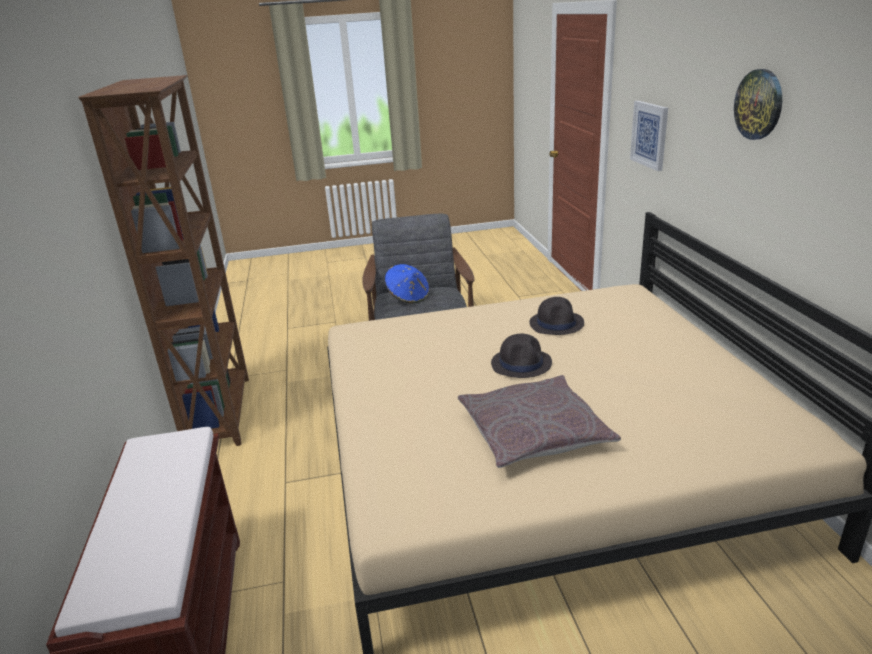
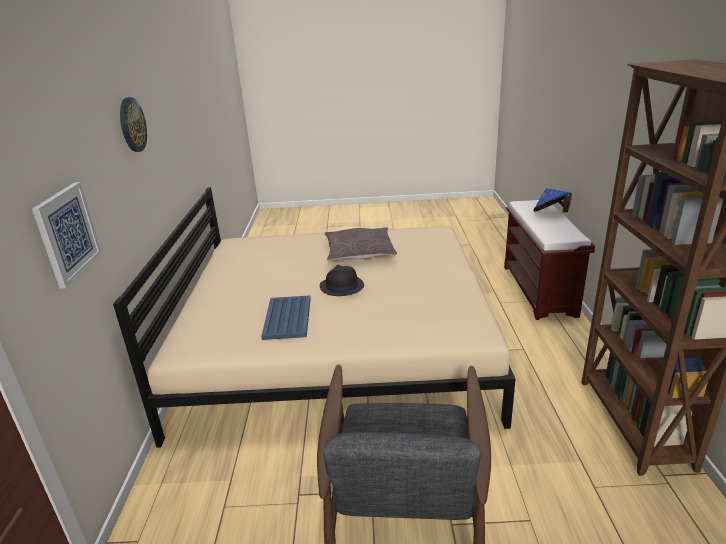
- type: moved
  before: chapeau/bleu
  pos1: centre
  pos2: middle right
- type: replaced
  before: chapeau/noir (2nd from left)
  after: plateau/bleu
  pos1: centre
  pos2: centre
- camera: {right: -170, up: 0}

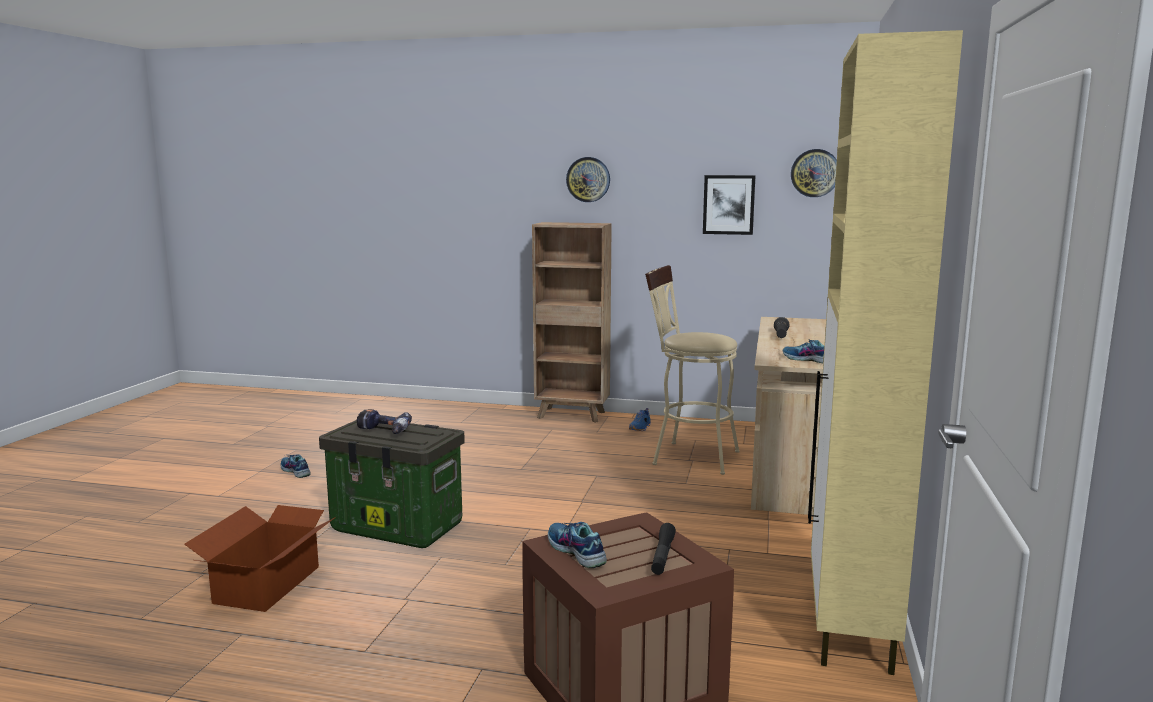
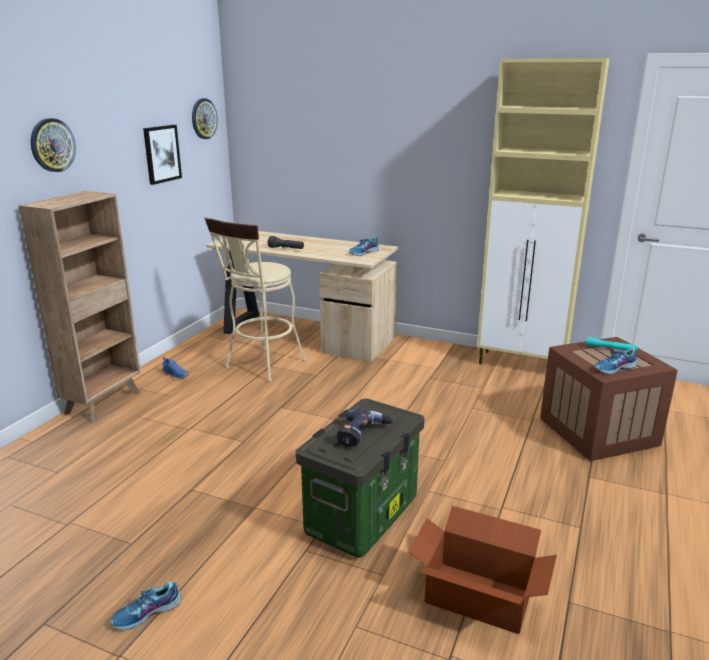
- type: recoloured
  before: lampe de poche/noir (1st from left)
  after: lampe de poche/turquoise
  pos1: bottom centre
  pos2: middle right
- camera: {right: -80, up: 10}

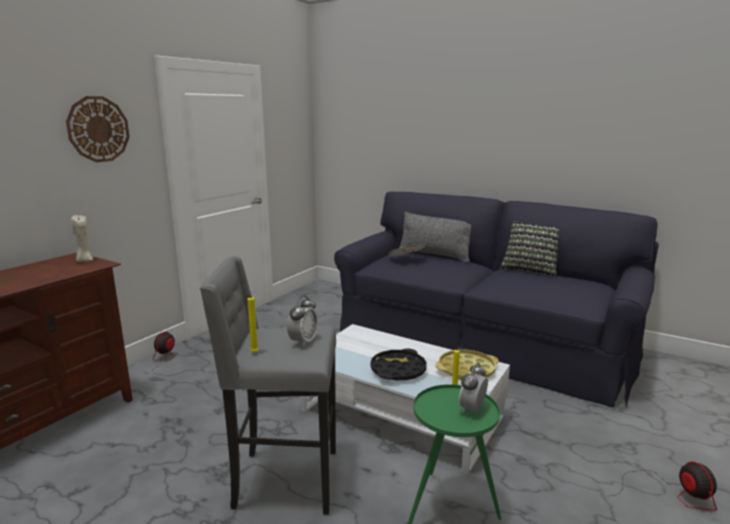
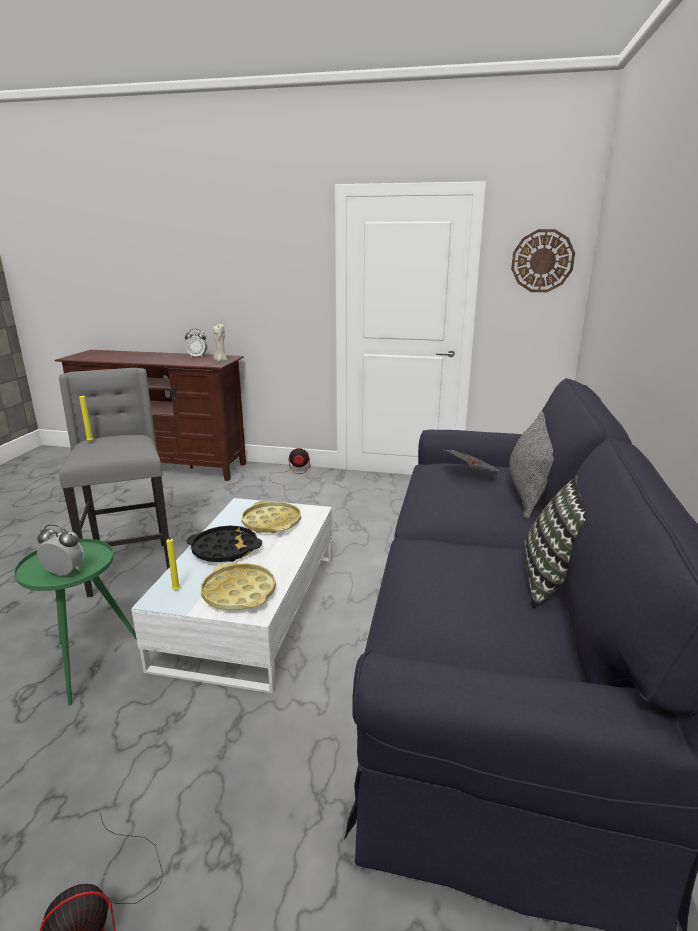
- type: added
  after: plateau/jaune (2nd from left)
  pos2: centre
- type: moved
  before: horloge murale
  pos1: top left
  pos2: top right
- type: moved
  before: réveil (1st from left in the first image)
  after: réveil (2nd from left)
  pos1: centre
  pos2: middle left
- camera: {right: 70, up: 5}

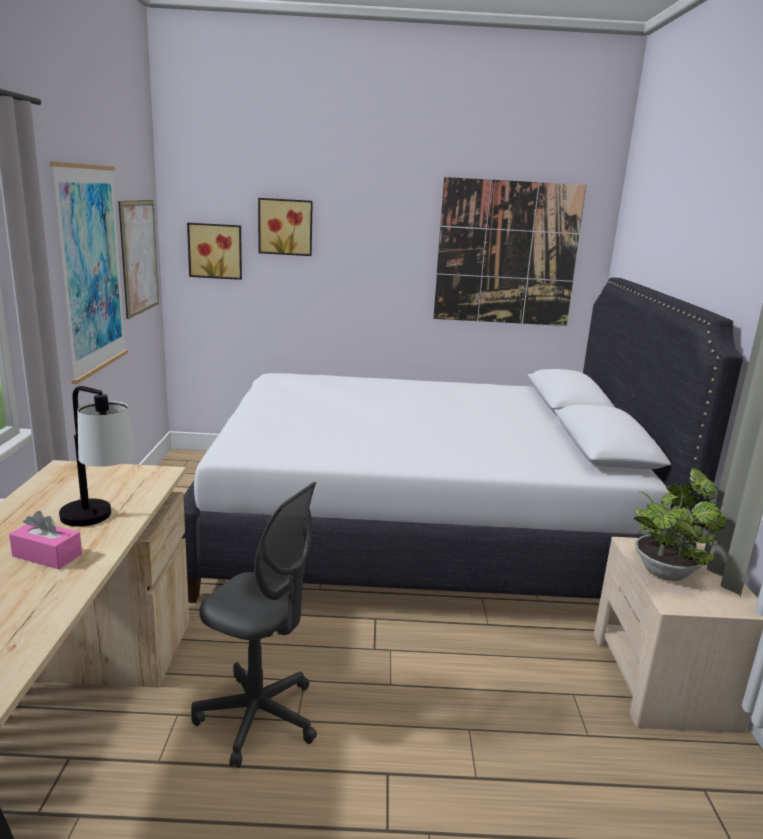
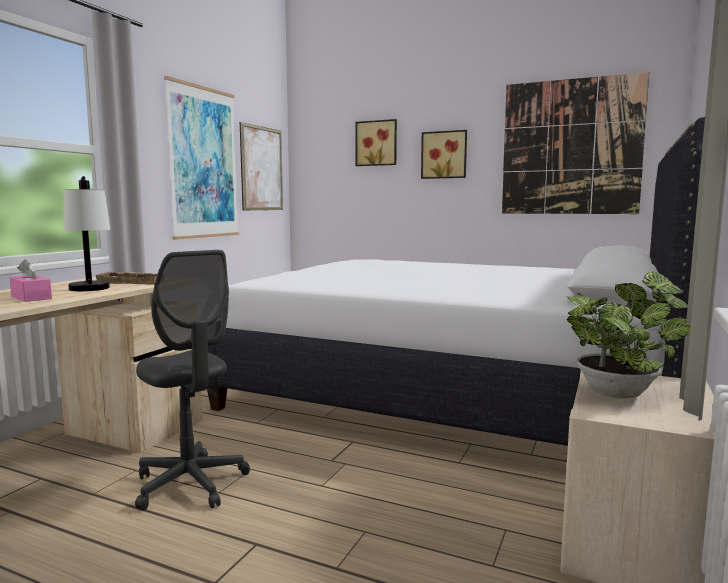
- type: added
  after: plateau/beige
  pos2: middle left
- type: moved
  before: tableau (3rd from left in the first image)
  after: tableau (4th from left)
  pos1: top left
  pos2: top centre
- camera: {right: 25, up: -10}

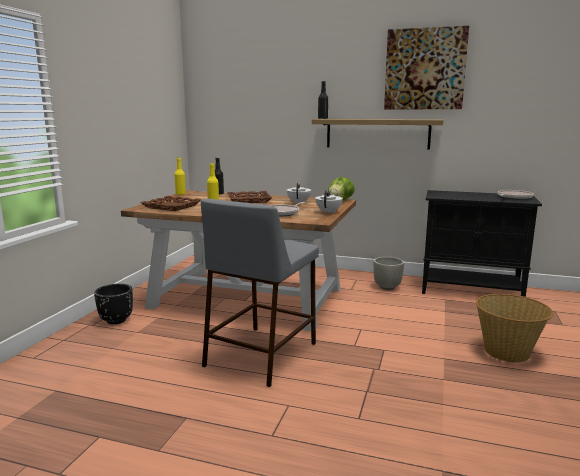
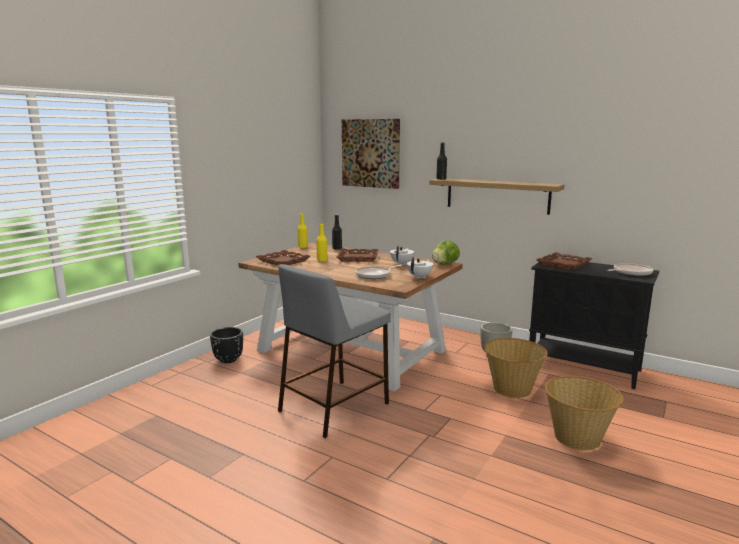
- type: added
  after: panier (1st from left)
  pos2: bottom right
- type: added
  after: plateau/marron (3rd from left)
  pos2: middle right
- type: moved
  before: tableau
  pos1: top right
  pos2: top centre
- camera: {right: 15, up: 0}

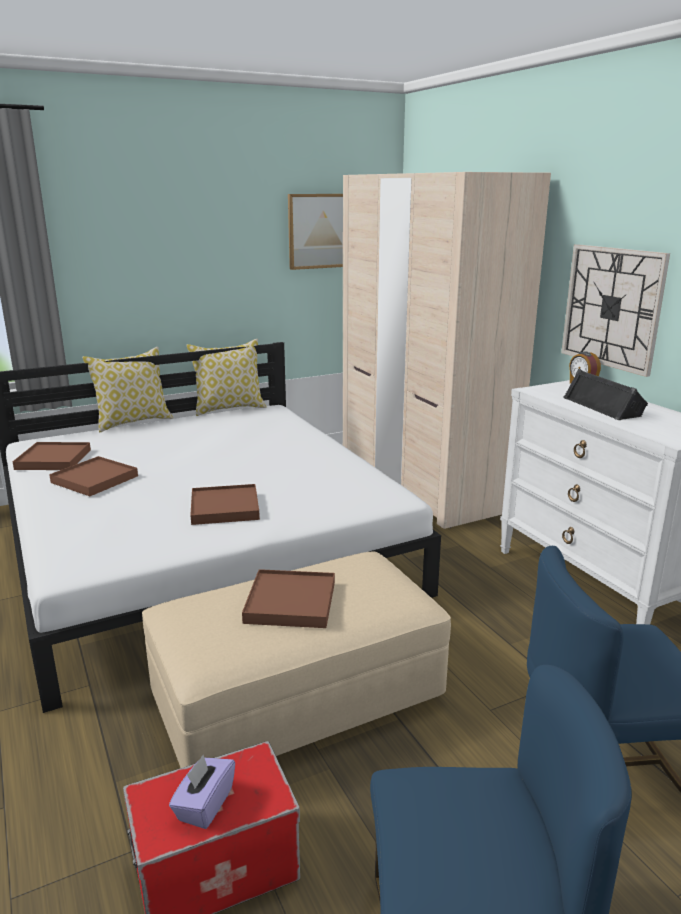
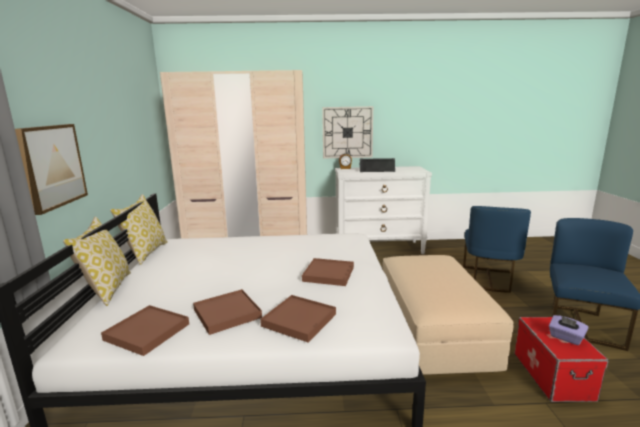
- type: moved
  before: plateau/marron (4th from left in the first image)
  after: plateau/marron (3rd from left)
  pos1: centre
  pos2: bottom centre
- type: moved
  before: tableau
  pos1: top centre
  pos2: middle left
- camera: {right: -65, up: -5}

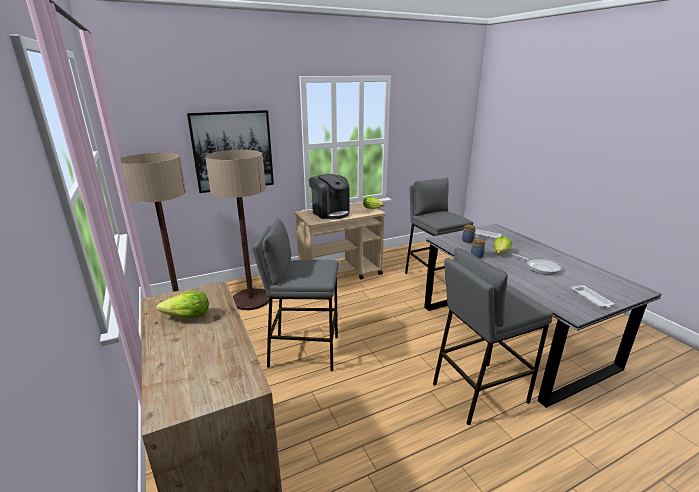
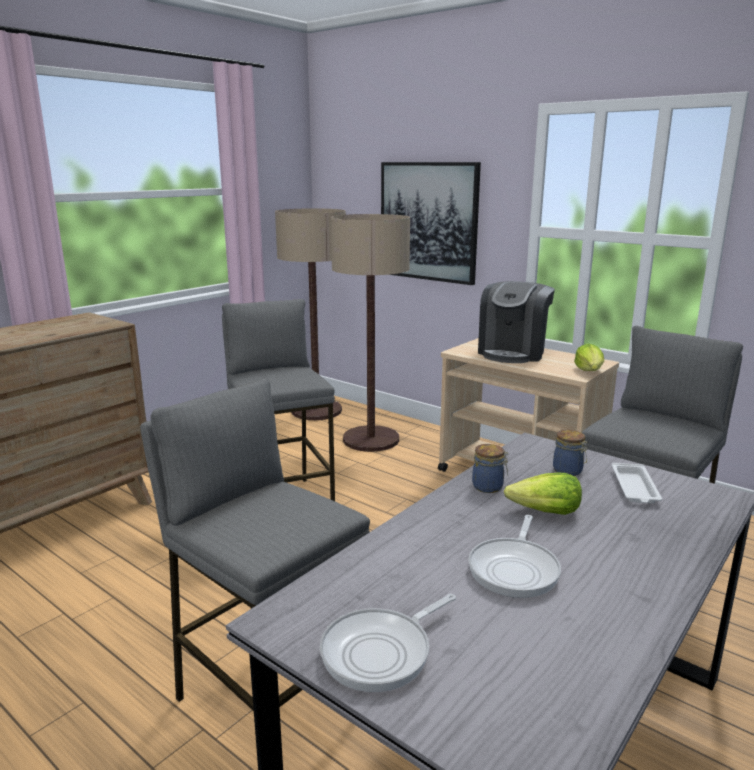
- type: removed
  before: laitue (1st from left)
  pos1: middle left
- type: replaced
  before: plateau/blanc (2nd from left)
  after: poêle (1st from left)
  pos1: middle right
  pos2: bottom centre
- camera: {right: 65, up: -5}

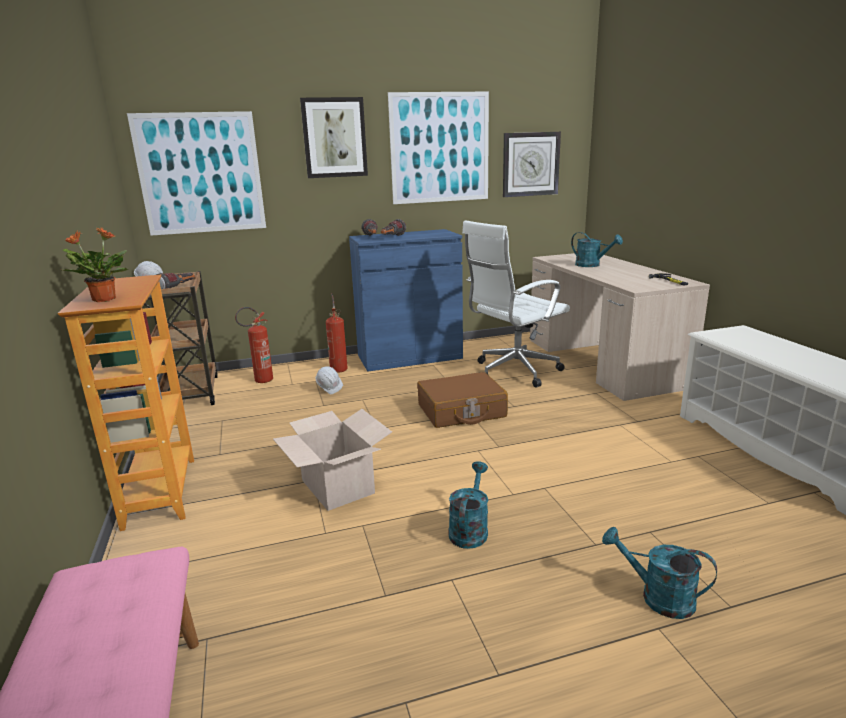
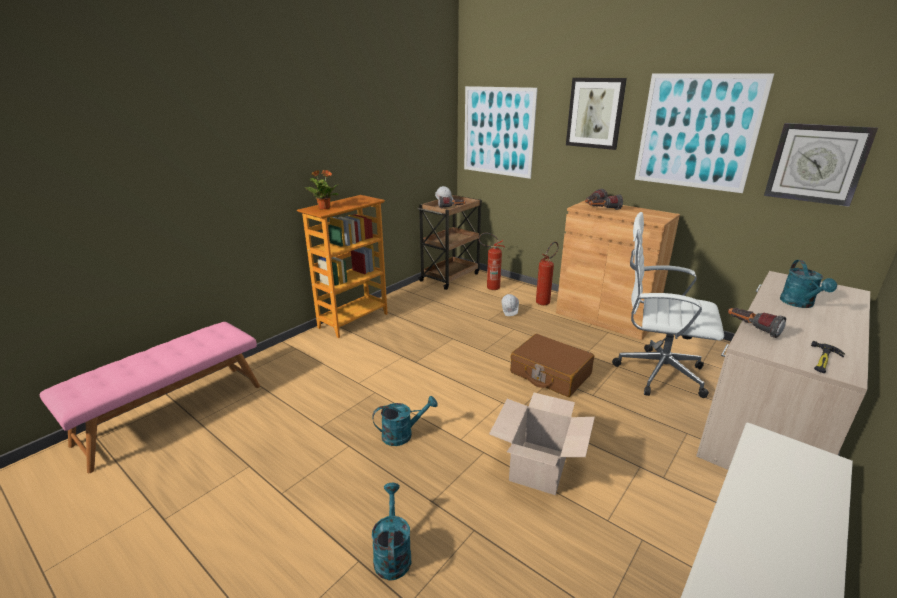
- type: added
  after: lampe de poche (4th from left)
  pos2: middle right
- type: moved
  before: carton
  pos1: centre
  pos2: bottom centre
- type: recoloured
  before: meuble de rangement/bleu
  after: meuble de rangement/marron
  pos1: centre
  pos2: middle right
- camera: {right: 55, up: 5}

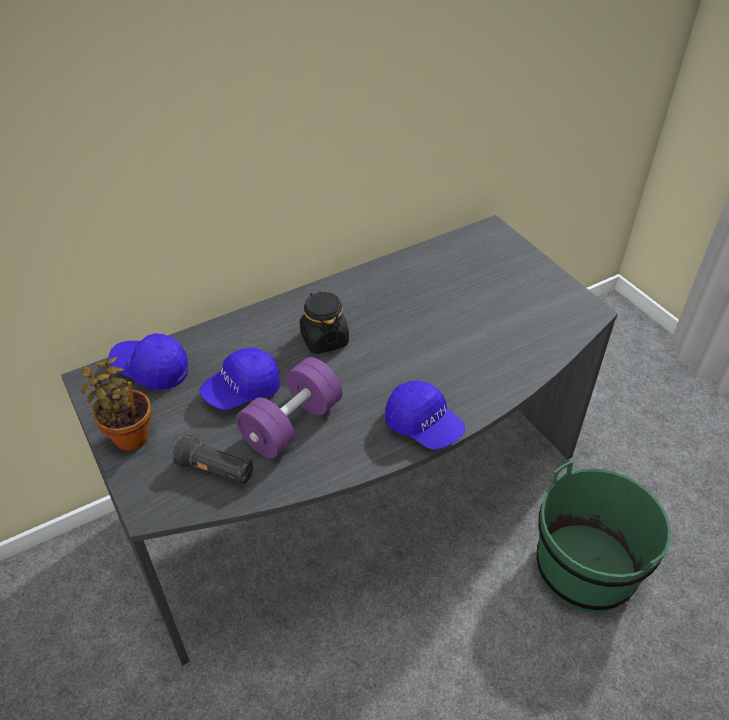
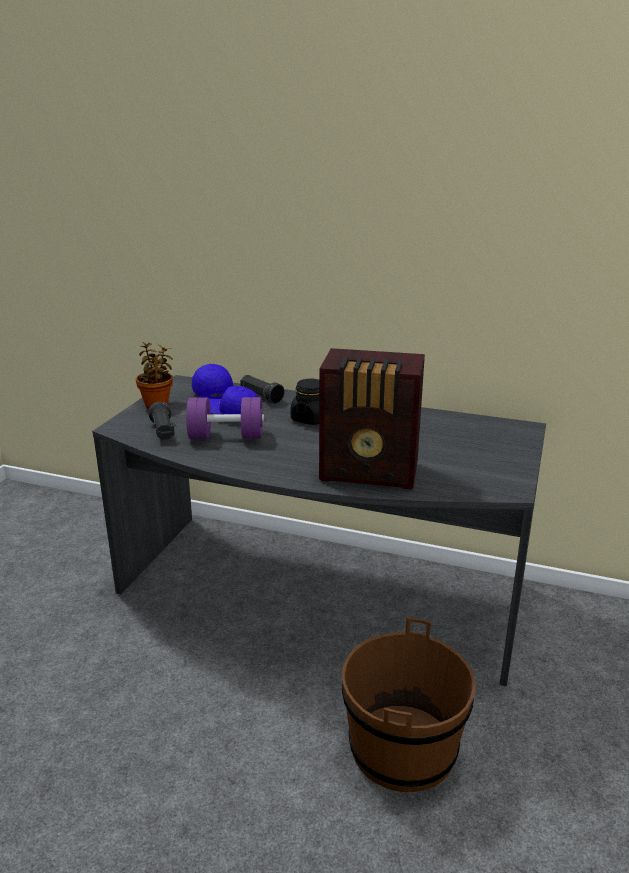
- type: removed
  before: casquette/bleu (3rd from left)
  pos1: centre
- type: added
  after: lampe de poche/noir (2nd from left)
  pos2: centre
- type: added
  after: radio
  pos2: centre
- type: recoloured
  before: seau/vert
  after: seau/marron
  pos1: bottom right
  pos2: bottom centre
- camera: {right: 50, up: -20}

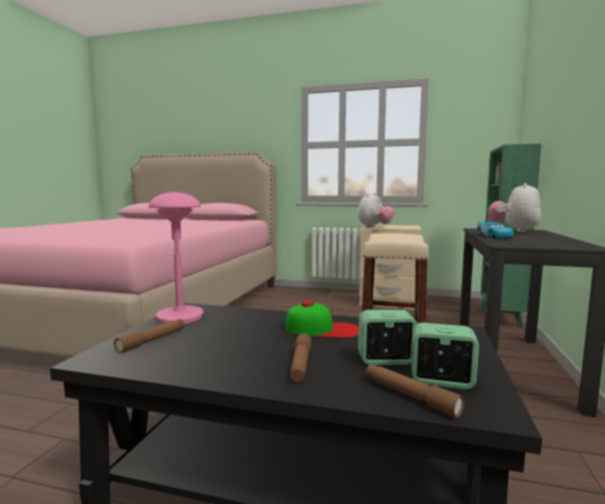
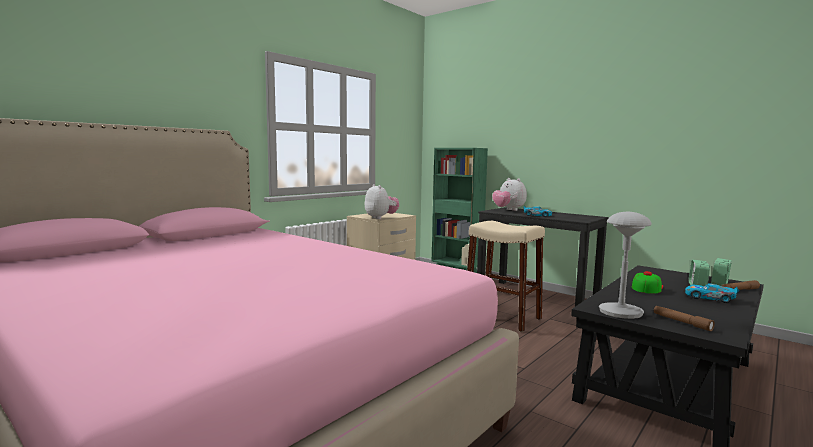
- type: replaced
  before: lampe de poche/marron (2nd from left)
  after: petite voiture (2nd from left)
  pos1: bottom centre
  pos2: middle right
- type: recoloured
  before: lampe de table/rose
  after: lampe de table/gris
  pos1: middle left
  pos2: middle right
- camera: {right: -65, up: 0}

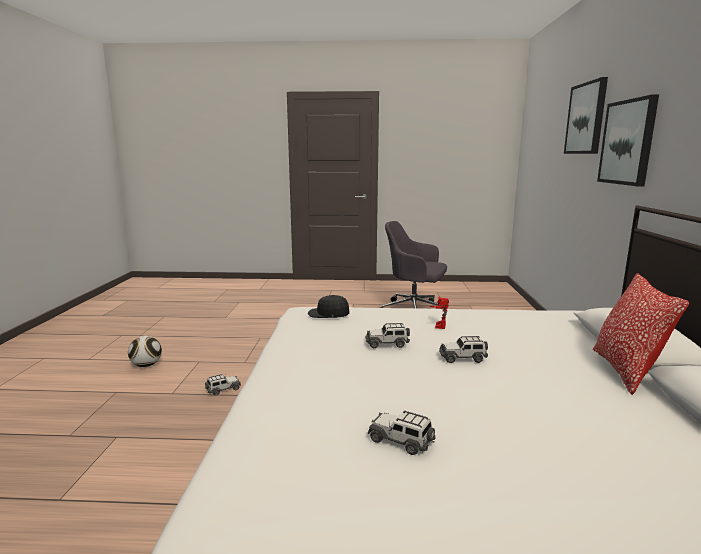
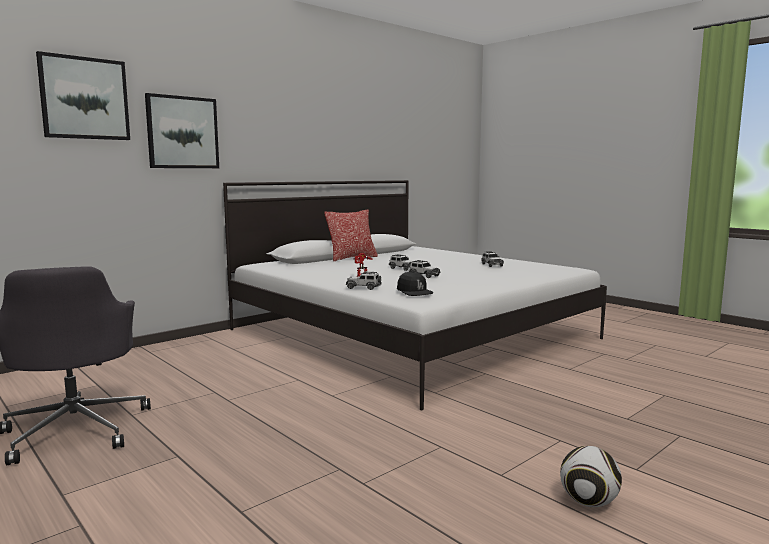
- type: moved
  before: petite voiture (1st from left)
  pos1: bottom left
  pos2: centre
- camera: {right: -135, up: -5}

